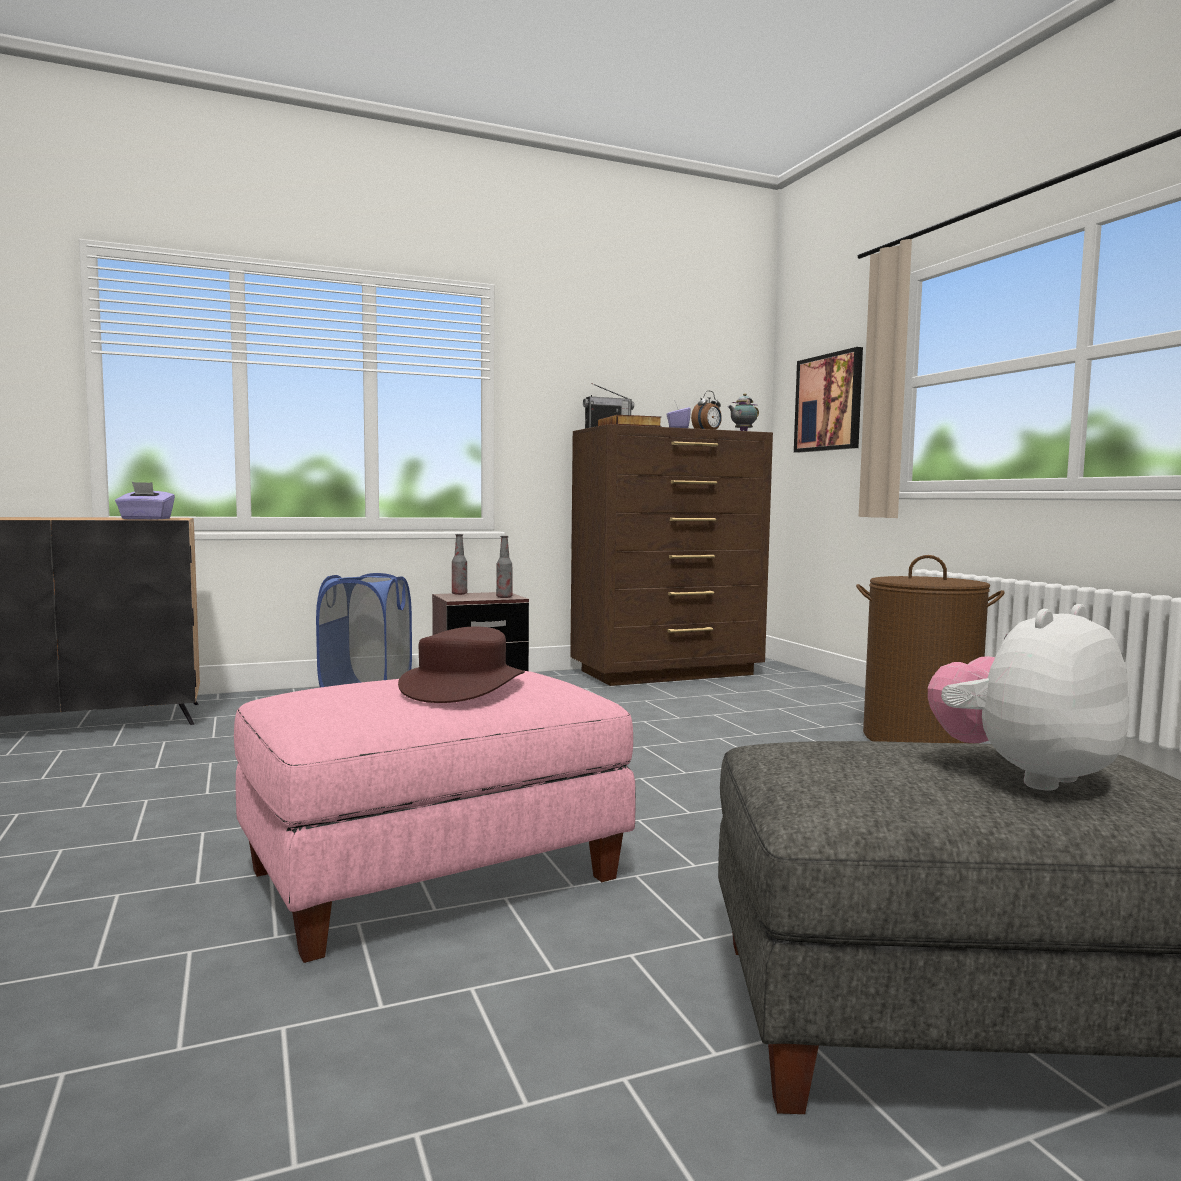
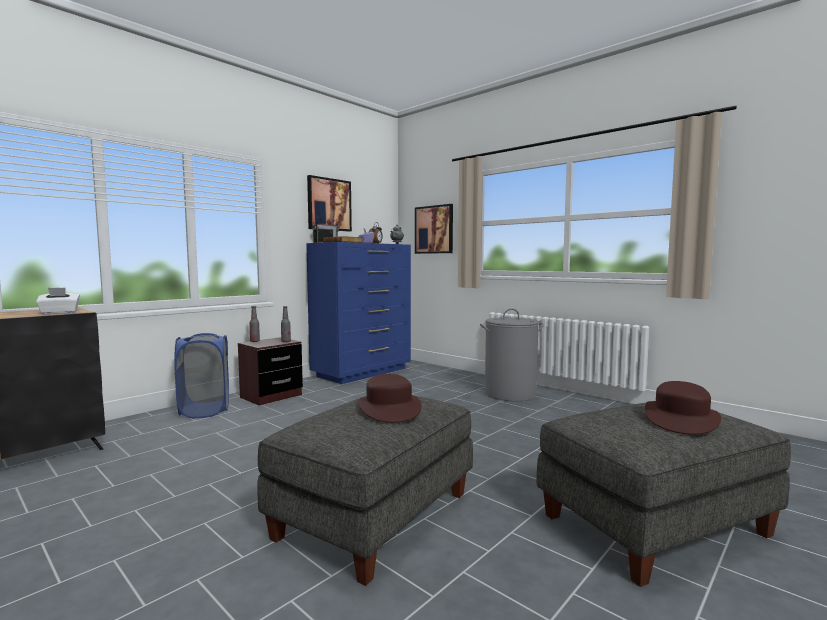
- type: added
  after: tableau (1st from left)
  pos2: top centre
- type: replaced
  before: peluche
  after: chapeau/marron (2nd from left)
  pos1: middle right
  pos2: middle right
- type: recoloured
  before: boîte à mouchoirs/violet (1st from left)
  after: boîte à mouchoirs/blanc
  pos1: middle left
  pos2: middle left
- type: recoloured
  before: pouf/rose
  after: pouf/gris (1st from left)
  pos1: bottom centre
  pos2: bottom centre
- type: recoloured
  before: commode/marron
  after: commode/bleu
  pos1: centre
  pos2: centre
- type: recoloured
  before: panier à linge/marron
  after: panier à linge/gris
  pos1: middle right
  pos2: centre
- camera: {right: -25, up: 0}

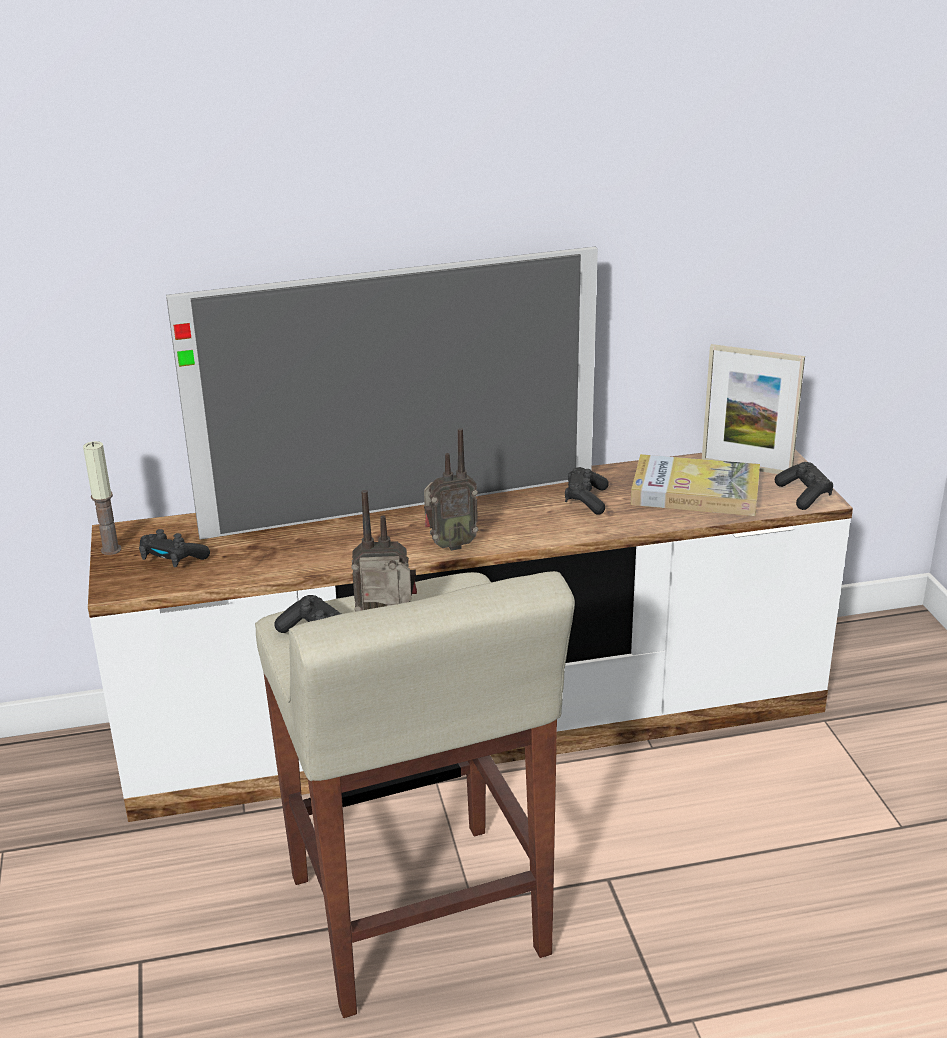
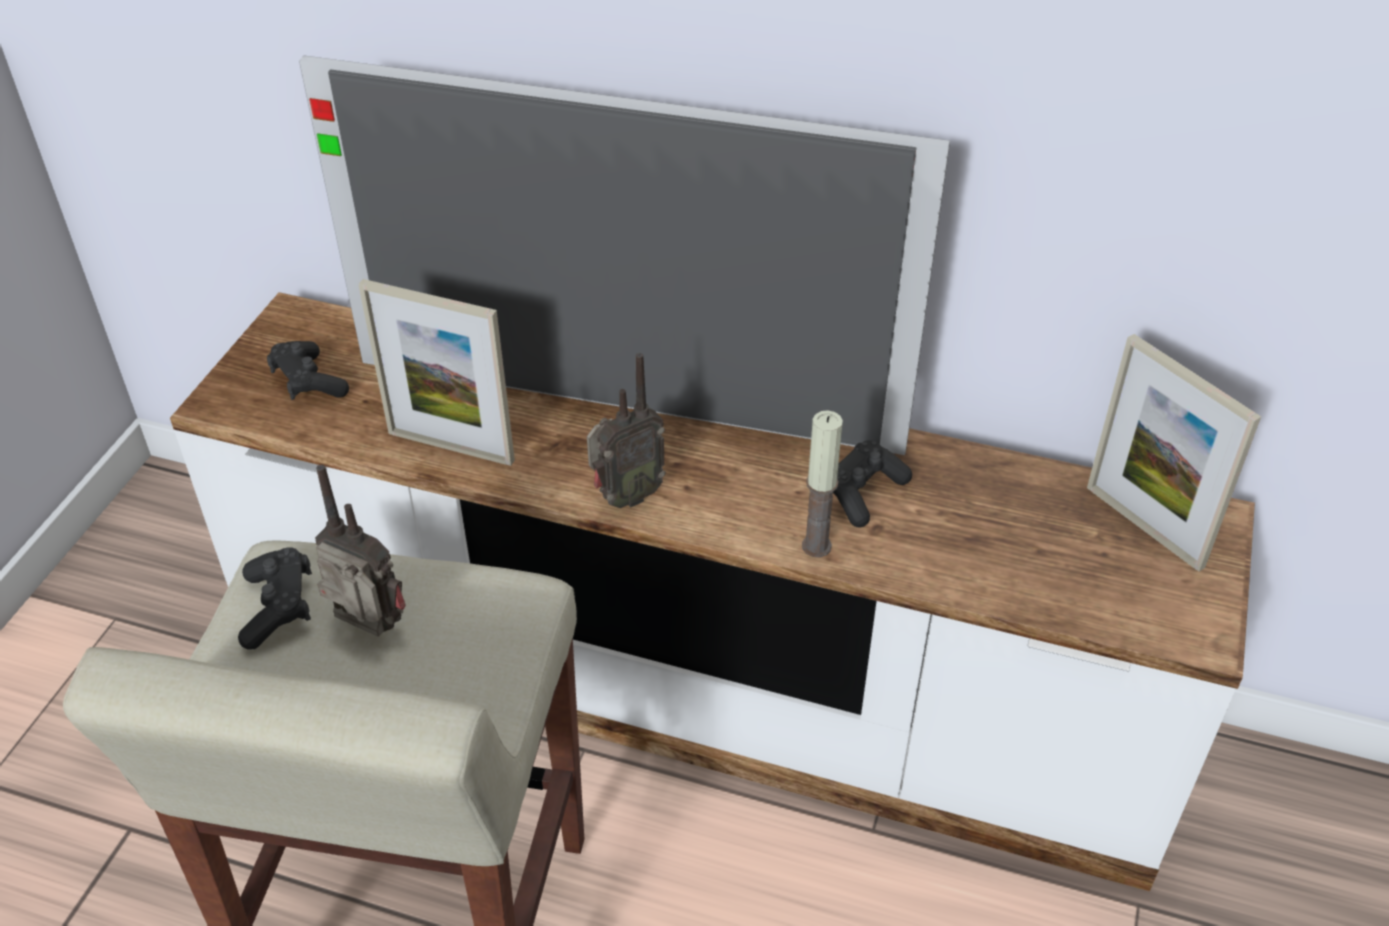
- type: removed
  before: livre
  pos1: middle right
- type: removed
  before: manette/noir (4th from left)
  pos1: middle right
- type: added
  after: cadre photo (1st from left)
  pos2: middle left
- type: moved
  before: bougie
  pos1: middle left
  pos2: centre
- type: turned
  before: radio (2nd from left)
  pos1: centre
  pos2: centre
  turn: -45
- camera: {right: 30, up: 15}

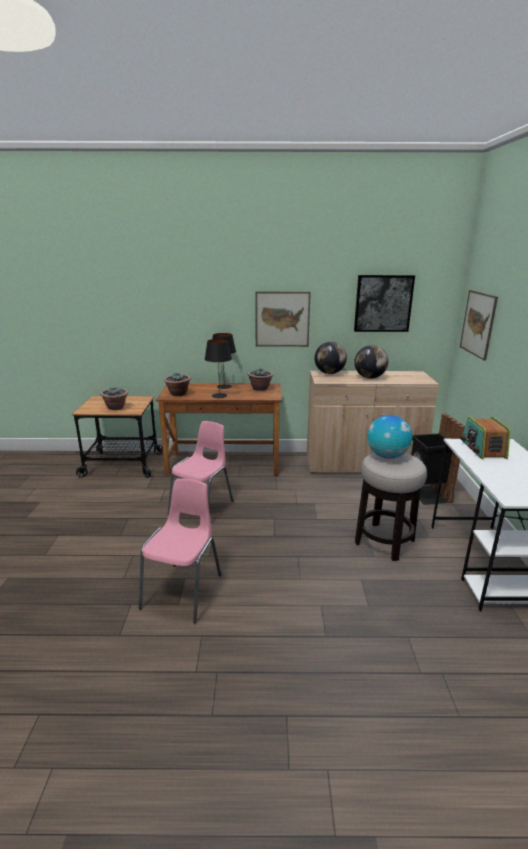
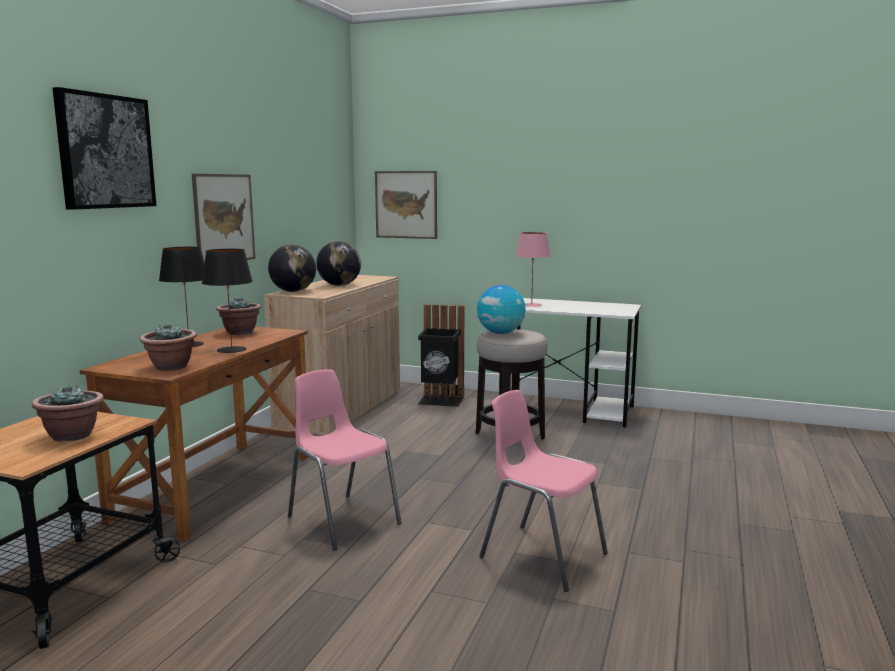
- type: moved
  before: tableau (2nd from left in the first image)
  after: tableau (1st from left)
  pos1: middle right
  pos2: top left
- type: replaced
  before: radio
  after: lampe de table/rose
  pos1: middle right
  pos2: centre
- camera: {right: -70, up: -10}

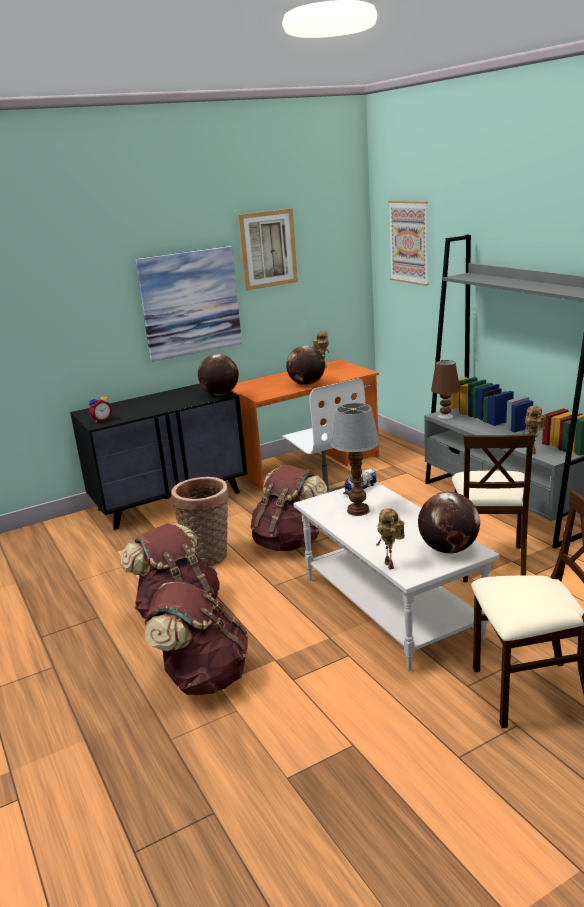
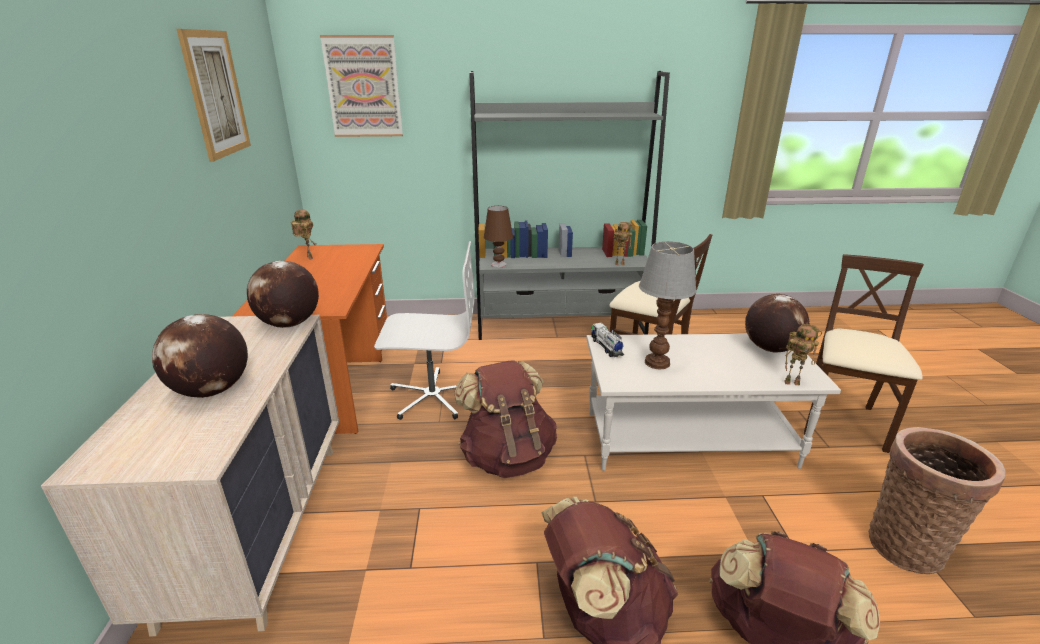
- type: removed
  before: réveil
  pos1: middle left
- type: removed
  before: tableau (1st from left)
  pos1: middle left
- type: moved
  before: panier
  pos1: centre
  pos2: bottom right
- type: moved
  before: globe (2nd from left in the first image)
  after: globe (1st from left)
  pos1: centre
  pos2: middle left
- type: recoloured
  before: commode/noir
  after: commode/beige
  pos1: middle left
  pos2: bottom left
- camera: {right: -65, up: 5}

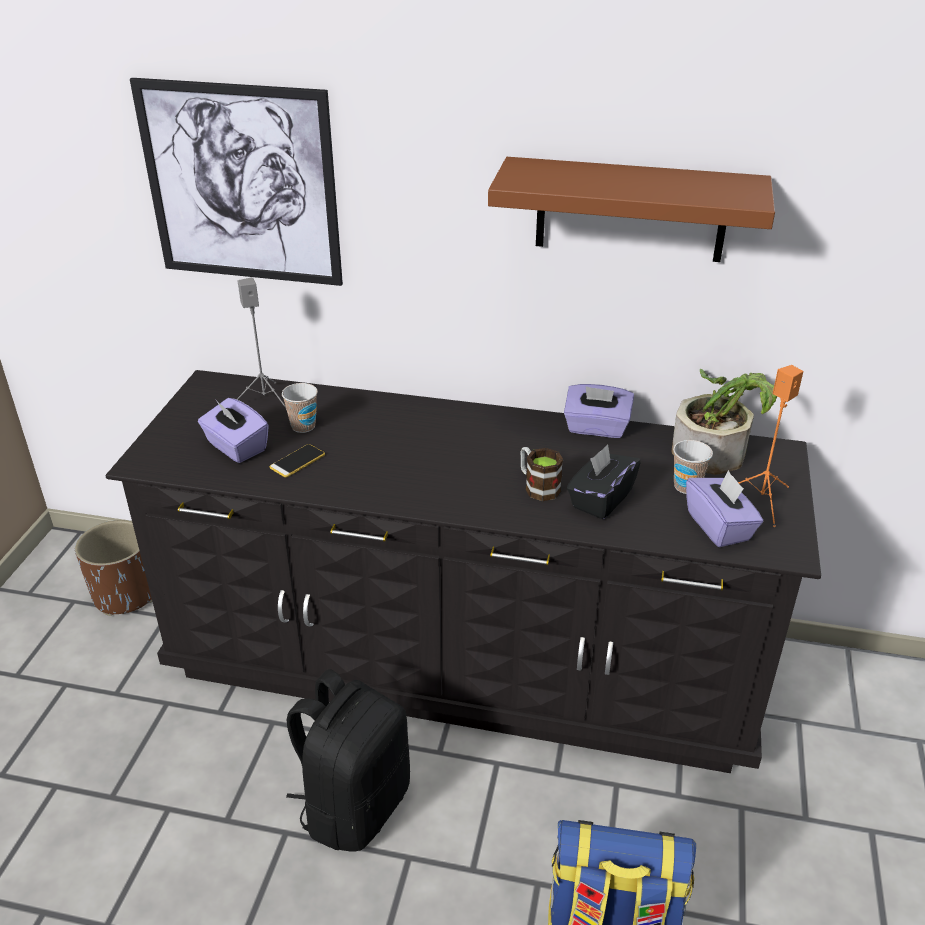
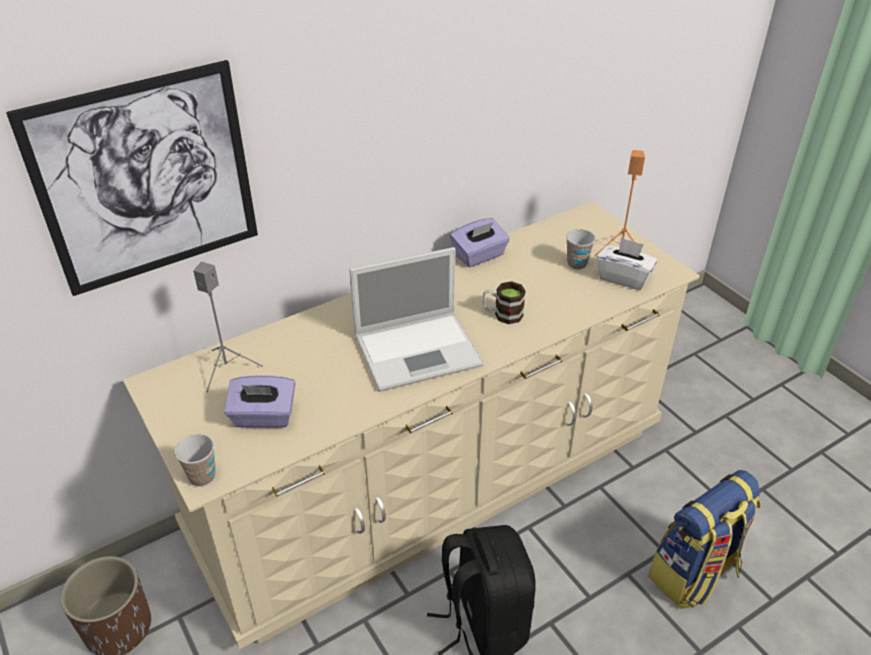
- type: removed
  before: téléphone
  pos1: middle left
- type: removed
  before: étagère/marron
  pos1: top right
- type: removed
  before: boîte à mouchoirs/noir
  pos1: centre
- type: removed
  before: plante en pot
  pos1: middle right
- type: added
  after: ordinateur portable
  pos2: centre
- type: moved
  before: tasse (1st from left)
  pos1: middle left
  pos2: bottom left
- type: recoloured
  before: commode/noir
  after: commode/beige
  pos1: centre
  pos2: centre
- type: recoloured
  before: boîte à mouchoirs/violet (3rd from left)
  after: boîte à mouchoirs/blanc
  pos1: middle right
  pos2: middle right
- camera: {right: -45, up: 5}

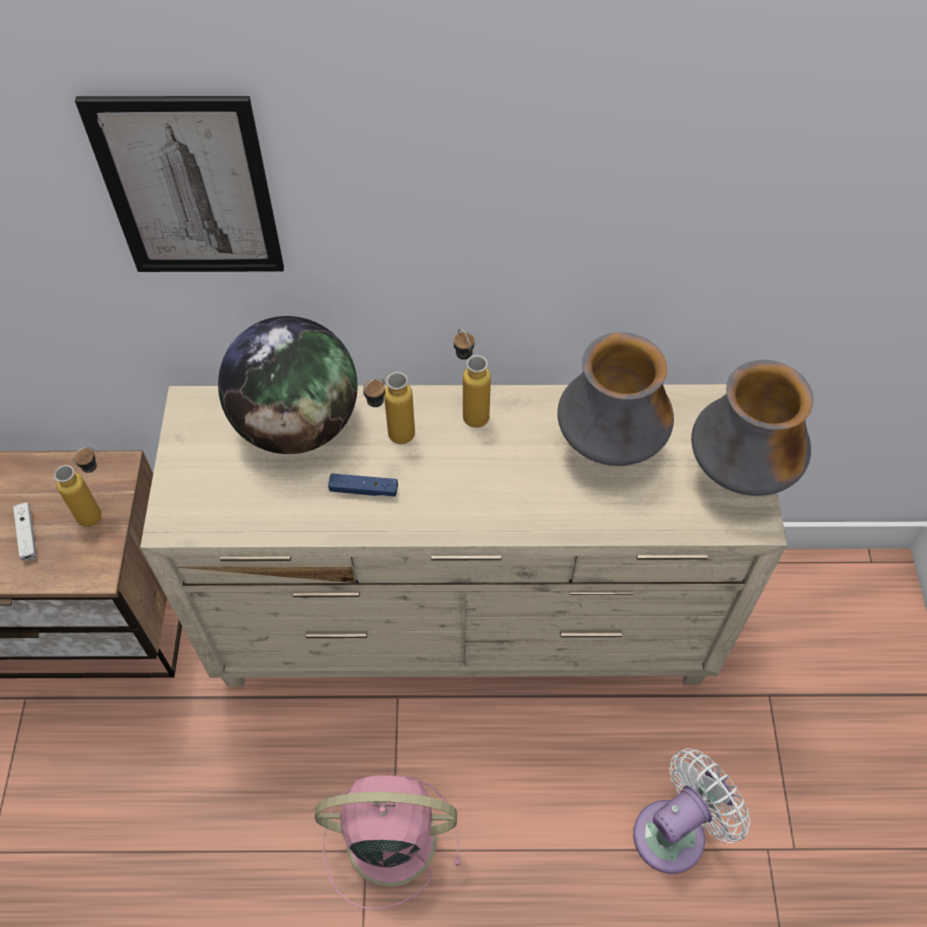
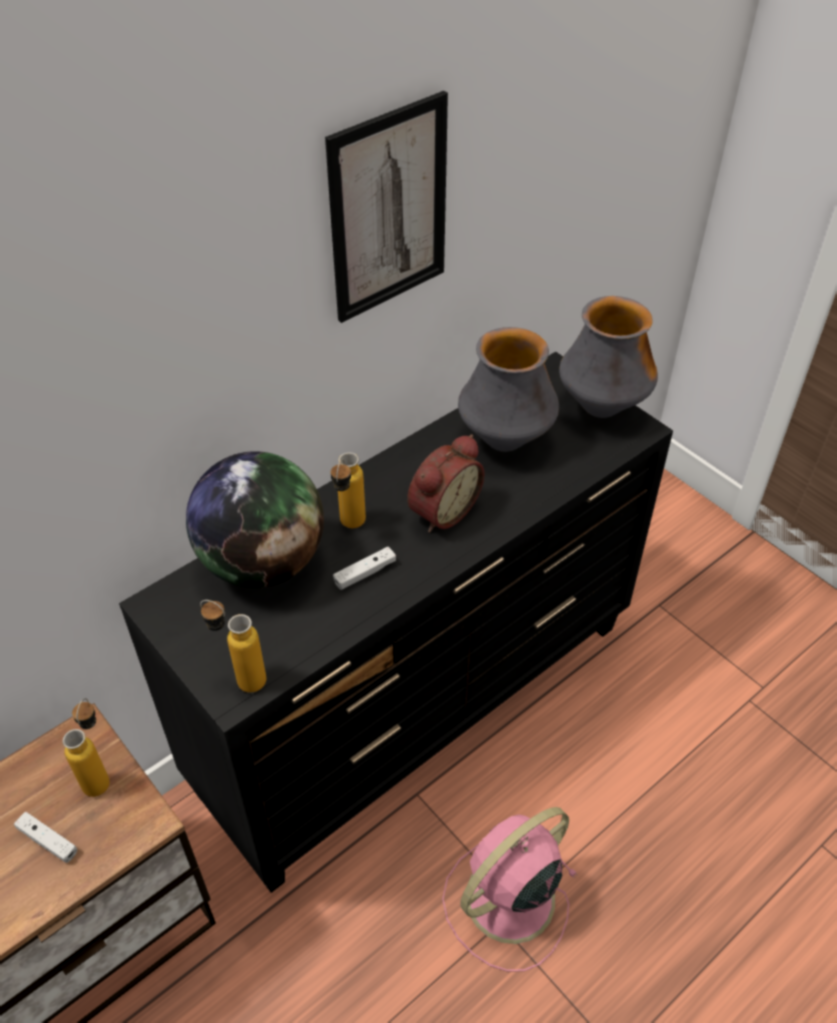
- type: removed
  before: ventilateur/blanc
  pos1: bottom right
- type: added
  after: réveil
  pos2: centre
- type: moved
  before: tableau
  pos1: top left
  pos2: top centre
- type: moved
  before: bouteille (3rd from left in the first image)
  after: bouteille (2nd from left)
  pos1: centre
  pos2: middle left
- type: recoloured
  before: commode/beige
  after: commode/noir
  pos1: centre
  pos2: centre
- type: recoloured
  before: manette/bleu
  after: manette/blanc (2nd from left)
  pos1: centre
  pos2: centre
- camera: {right: -40, up: -10}

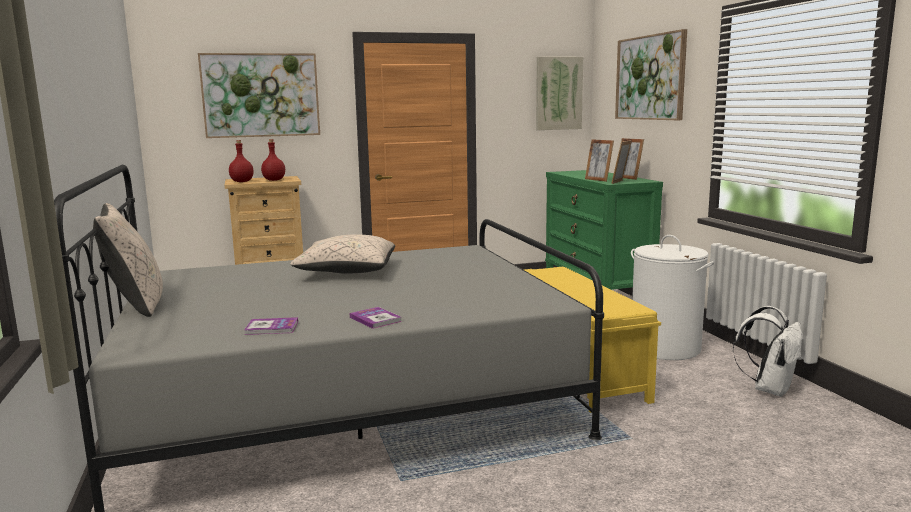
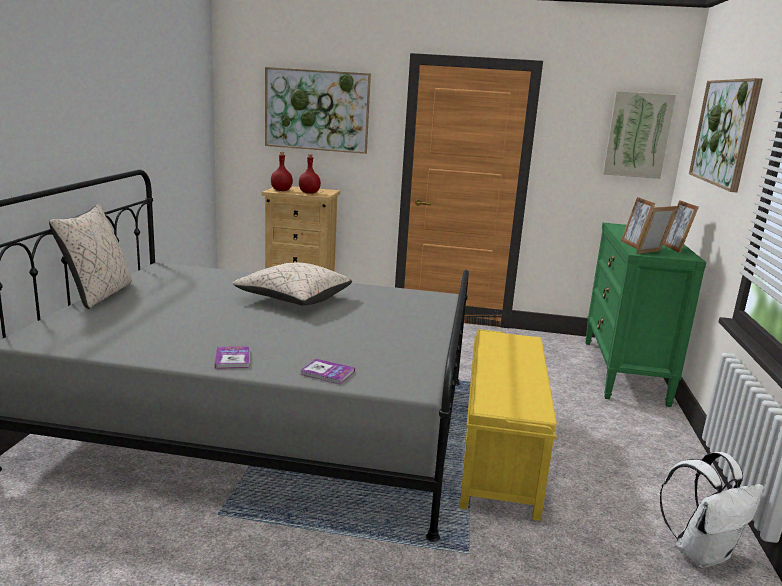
- type: removed
  before: panier à linge/blanc
  pos1: middle right
- type: moved
  before: livre (1st from left in the first image)
  after: livre (2nd from left)
  pos1: middle left
  pos2: centre
- camera: {right: 25, up: 5}

